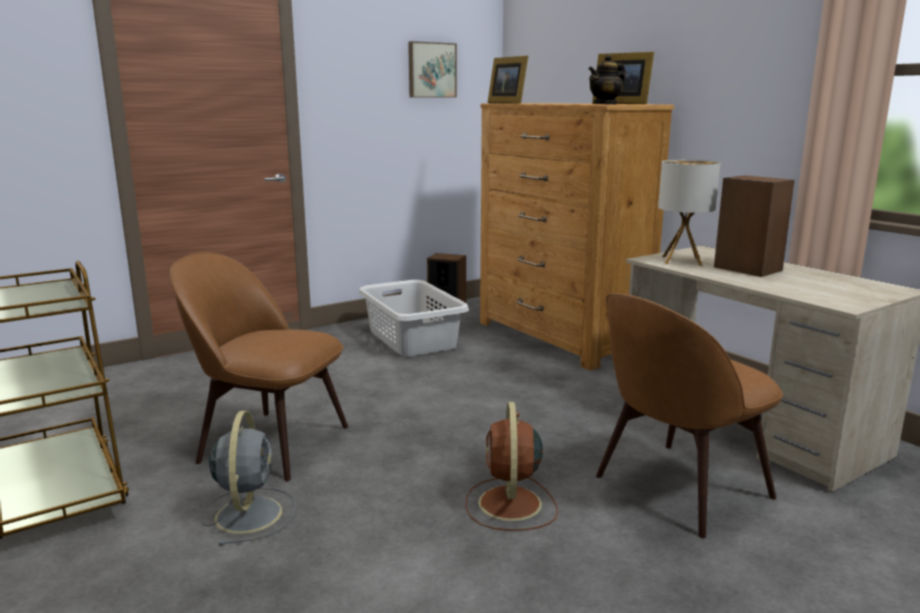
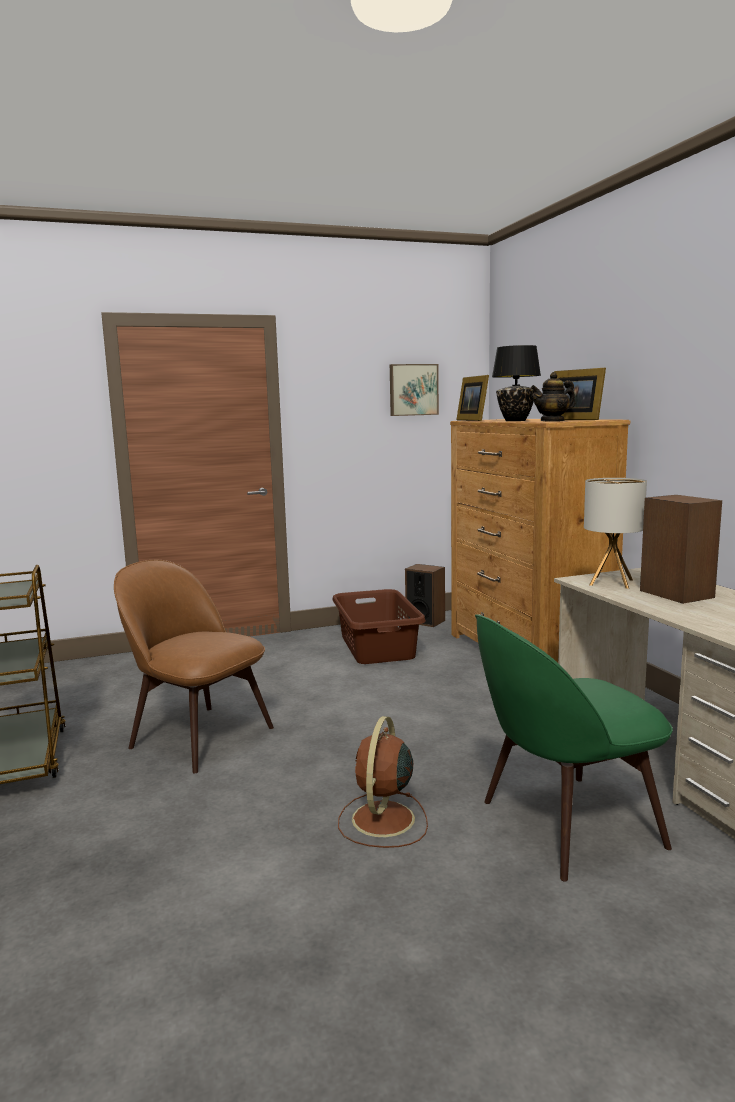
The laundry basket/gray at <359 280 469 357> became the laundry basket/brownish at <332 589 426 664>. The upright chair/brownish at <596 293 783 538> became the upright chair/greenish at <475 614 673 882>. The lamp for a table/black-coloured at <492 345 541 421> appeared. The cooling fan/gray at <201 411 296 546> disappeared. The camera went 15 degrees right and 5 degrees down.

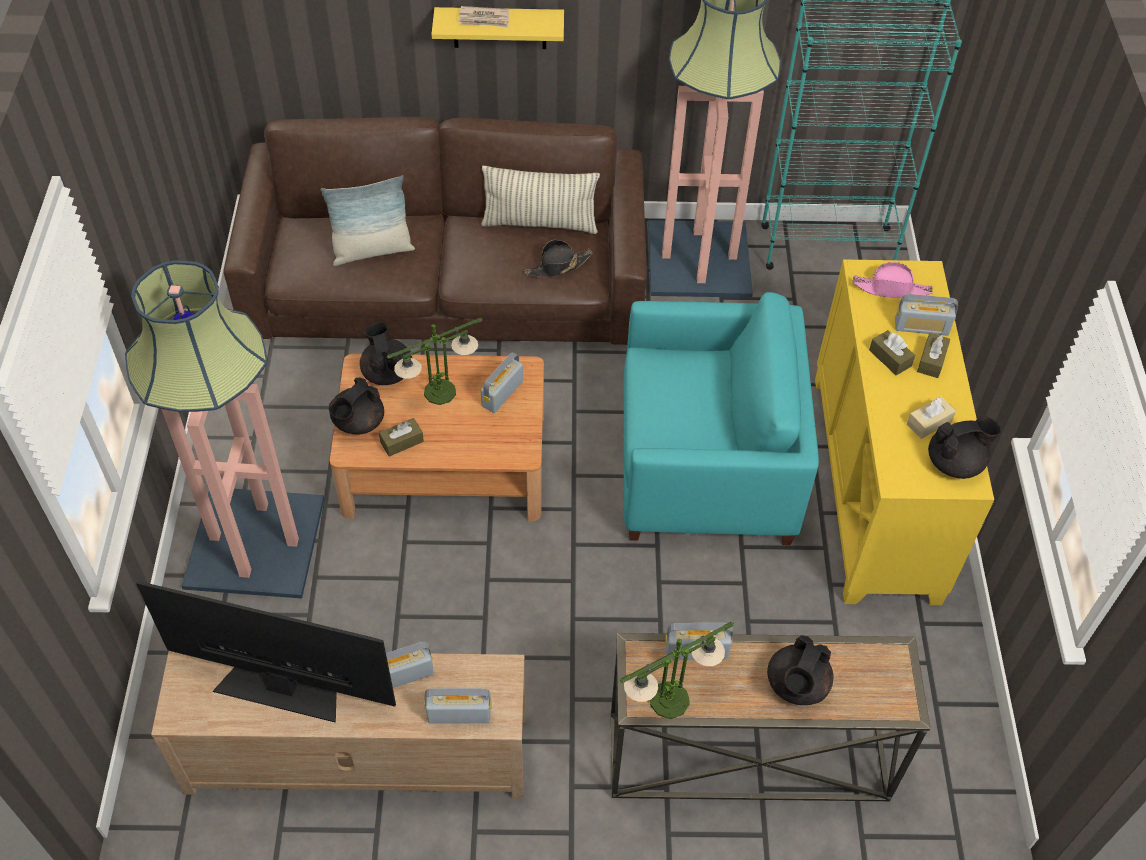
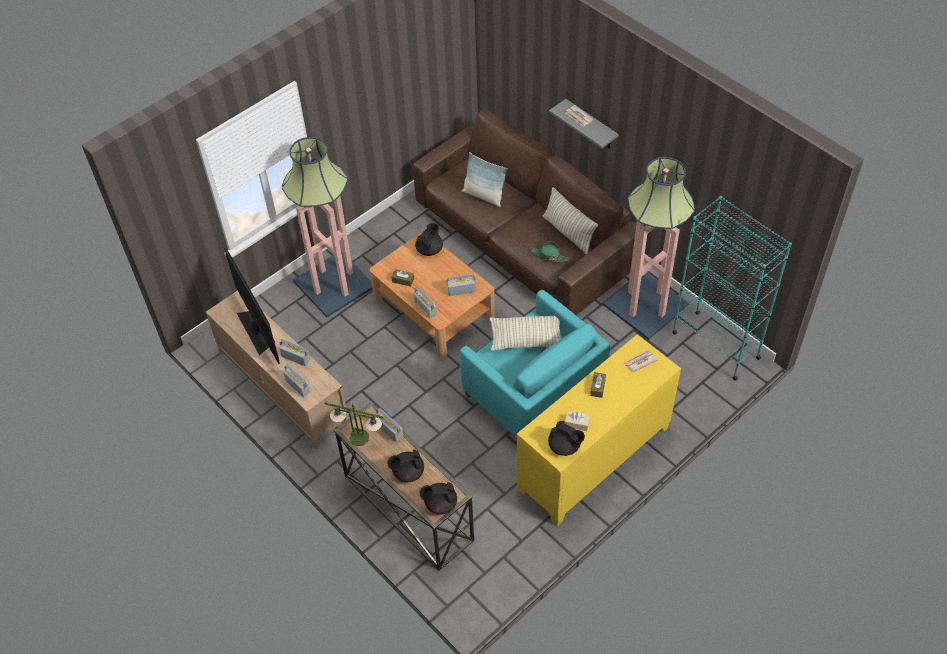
The radio moved from <895 294 958 335> to <413 287 437 319>. The tea pot/black-coloured moved from <329 378 384 434> to <420 482 457 515>. The pillow at <490 316 562 351> appeared. The hat/black-coloured at <524 240 593 277> became the hat/greenish at <530 241 569 263>. The wall shelf/yellow at <431 7 564 49> became the wall shelf/gray at <549 99 619 149>. The hat/pinkish at <853 262 933 298> was replaced by the daily paper at <624 350 658 372>. The lamp for a table at <386 318 483 405> disappeared. The tissue box/brownish at <917 333 950 378> disappeared. The camera went 50 degrees right and 0 degrees up.

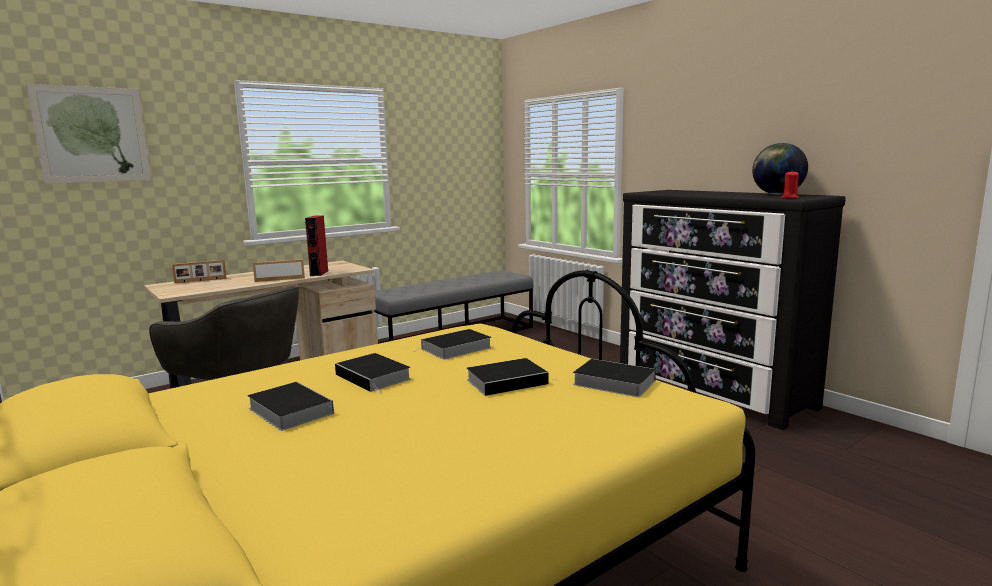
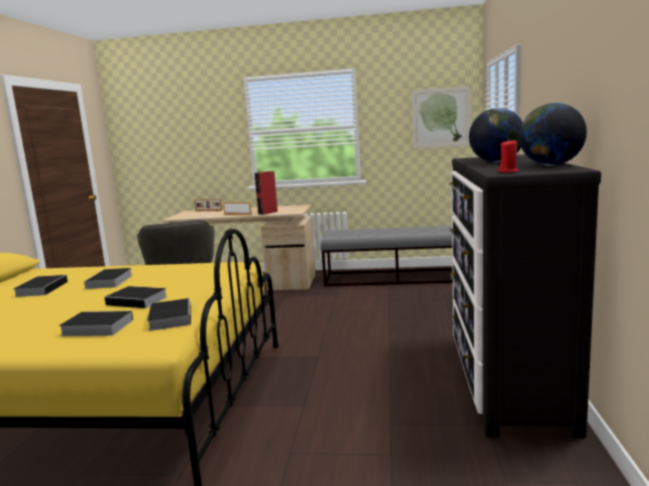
The book moved from <415 329 492 359> to <59 311 133 336>. The picture moved from <27 84 151 184> to <411 86 471 149>. The desk globe at <469 108 523 162> appeared. The camera went 45 degrees right and 0 degrees up.

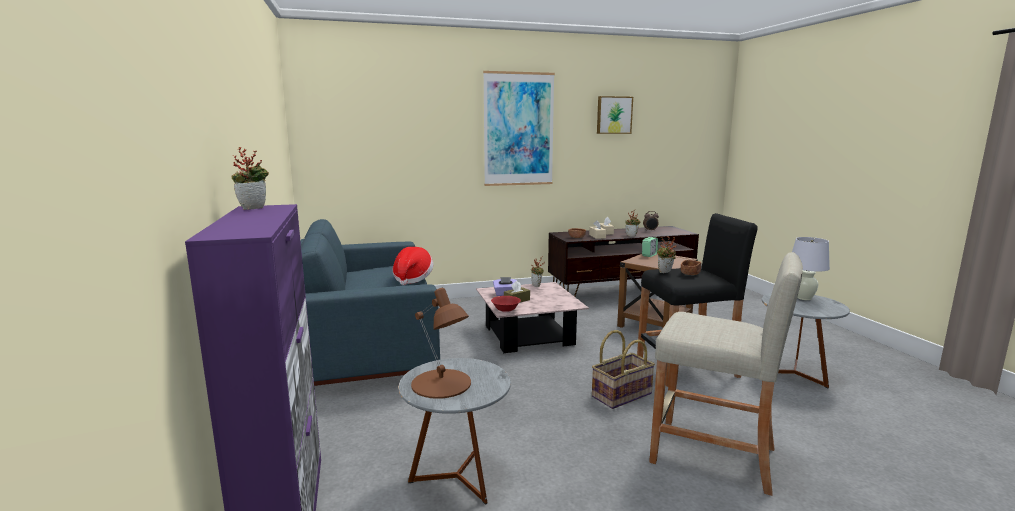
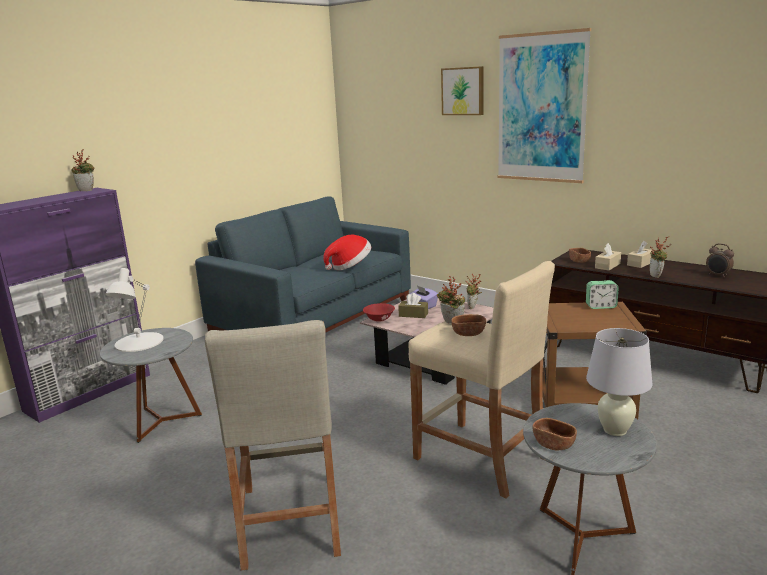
The lamp for a table/brownish at <411 288 471 399> became the lamp for a table/white-coloured at <105 268 164 352>. The sitting stool/black-coloured at <637 213 757 387> became the sitting stool/beige at <408 261 555 498>. The picture moved from <597 96 633 134> to <441 66 483 115>. The serving bowl/brownish at <532 418 577 451> appeared. The storage basket at <592 330 655 409> disappeared. The camera went 55 degrees right and 5 degrees up.

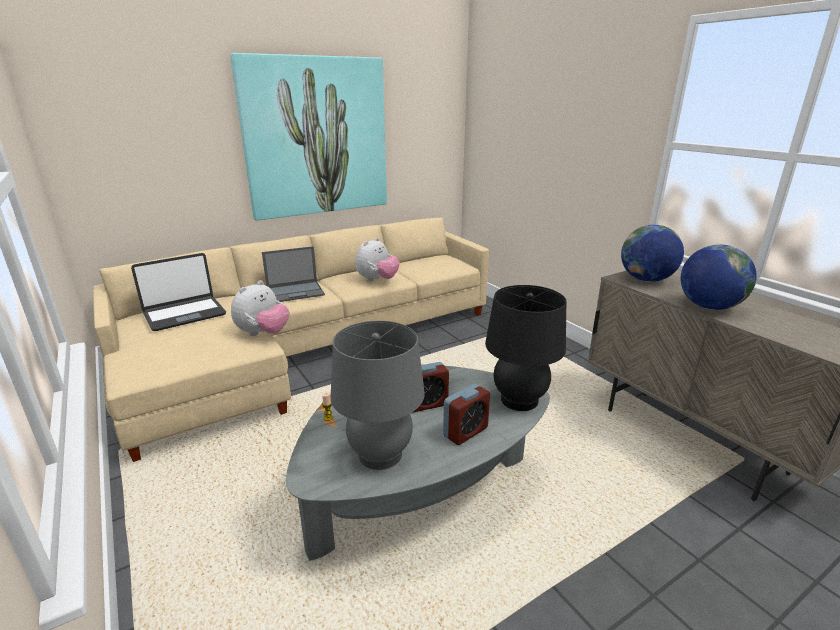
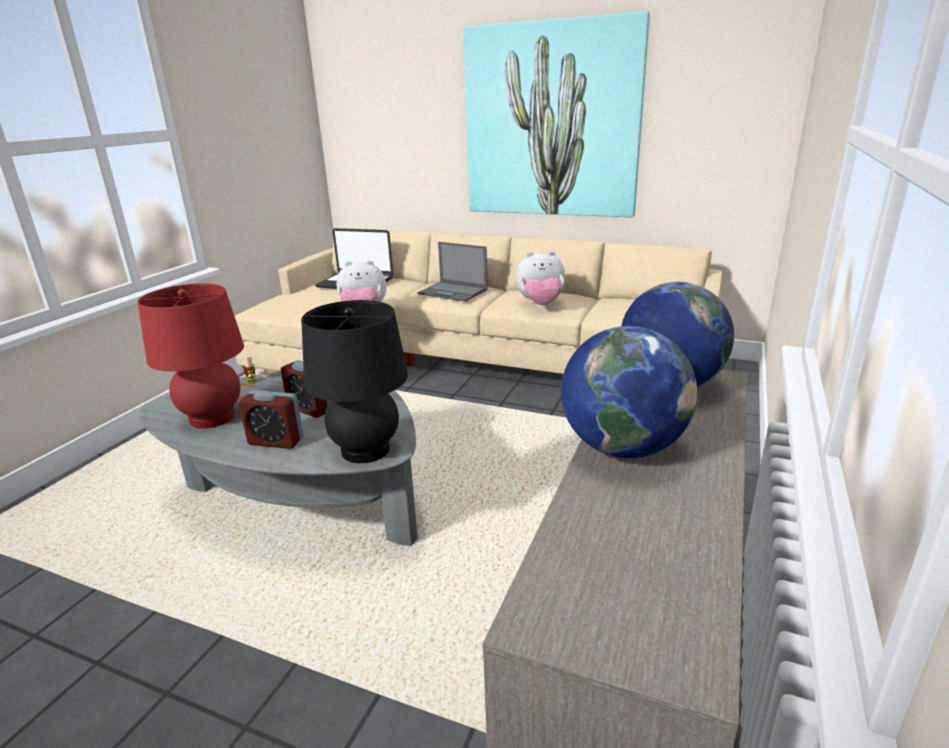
The lamp for a table/gray at <331 321 425 470> became the lamp for a table/reddish at <138 283 244 429>. The camera went 55 degrees right and 0 degrees up.

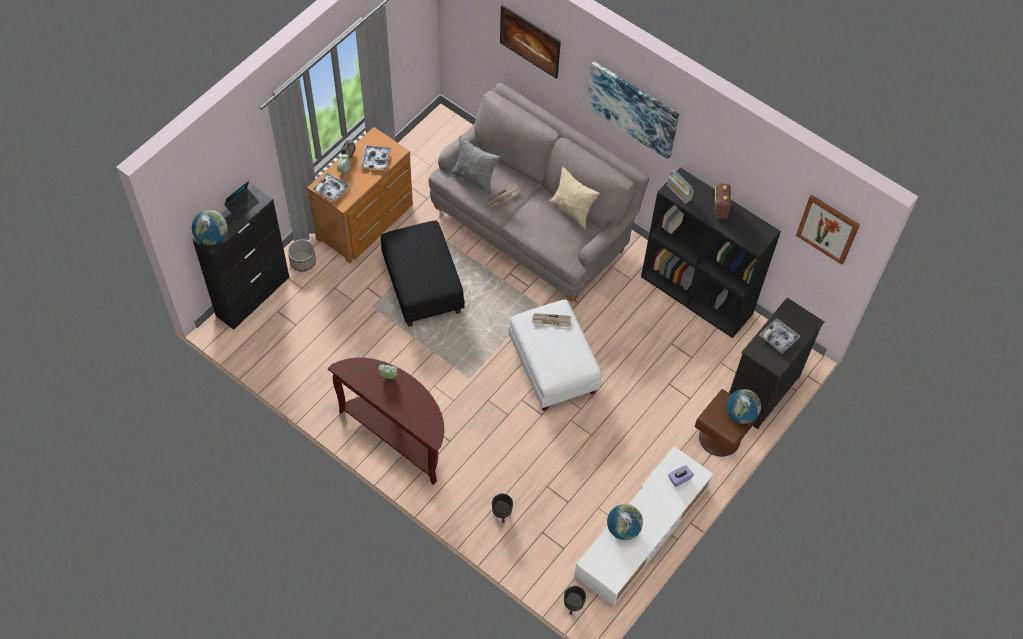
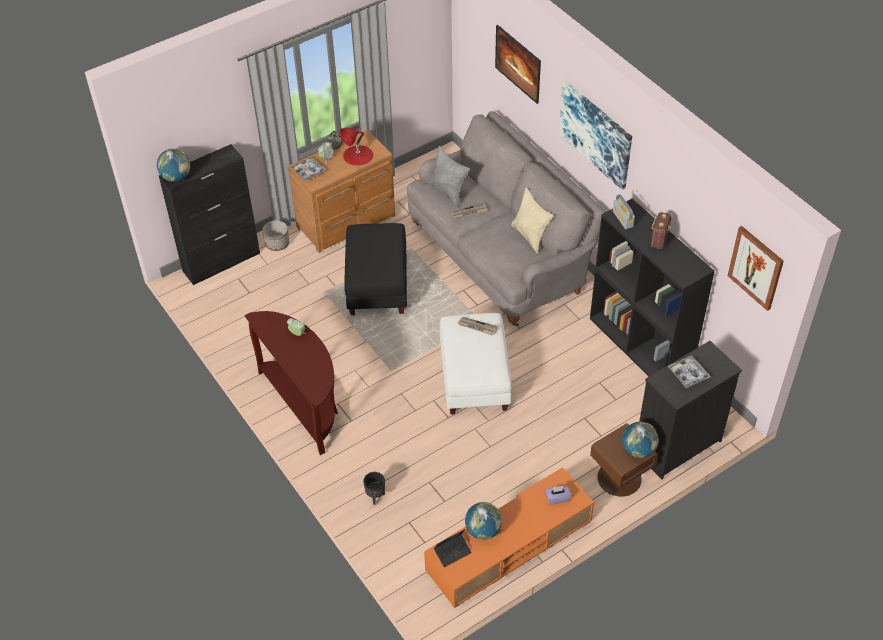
The tray at <360 145 391 170> was replaced by the lamp for a table/reddish at <340 128 373 166>. The tv stand/white-coloured at <574 446 713 606> became the tv stand/orange-coloured at <424 467 594 608>. The notebook computer moved from <225 181 260 219> to <434 529 472 567>. The flower pot/black-coloured at <564 586 586 615> disappeared. The camera went 20 degrees right and 10 degrees down.

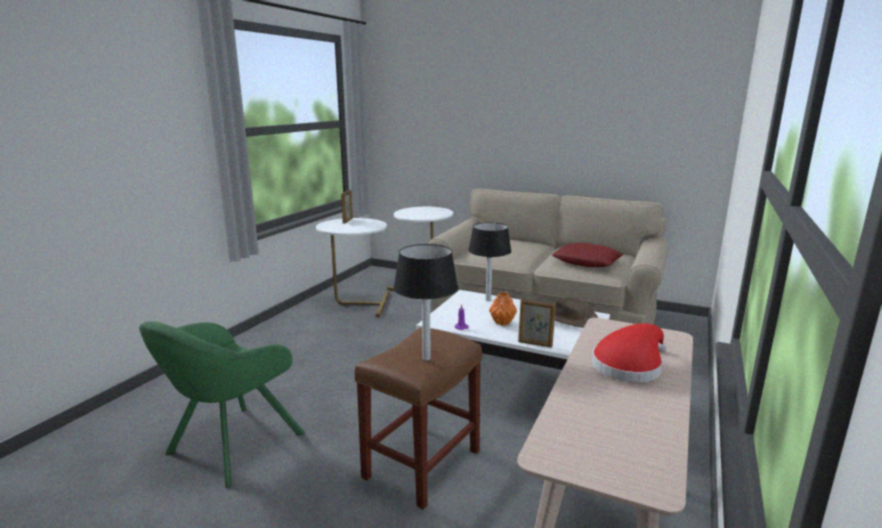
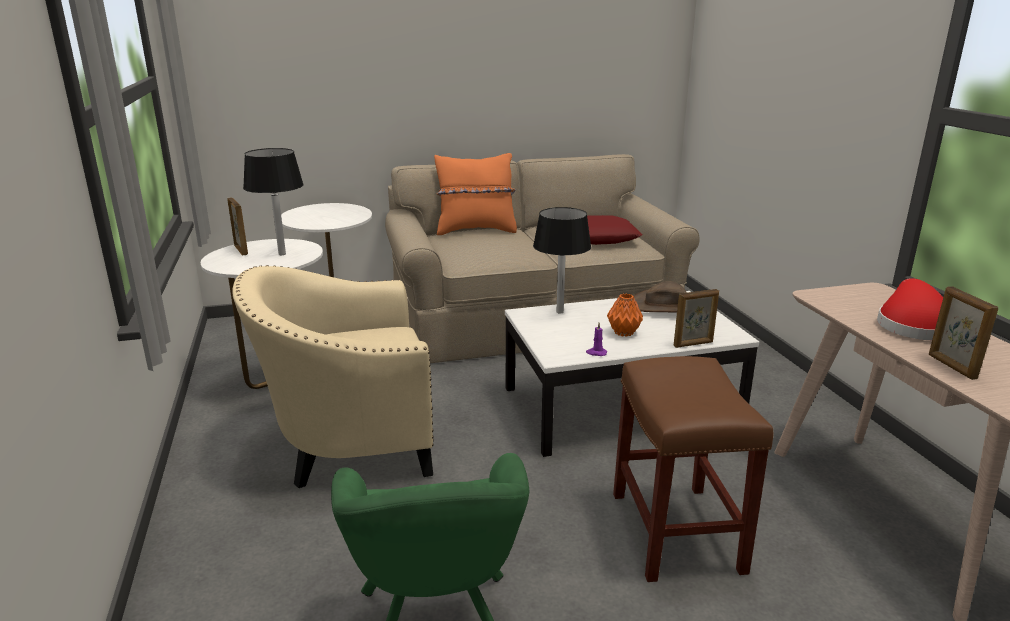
The armchair/beige at <232 265 434 488> appeared. The lamp for a table/black-coloured moved from <394 244 458 361> to <243 148 304 255>. The pillow/orange-coloured at <434 153 517 235> appeared. The standing frame at <928 286 999 380> appeared. The camera went 40 degrees left and 5 degrees up.

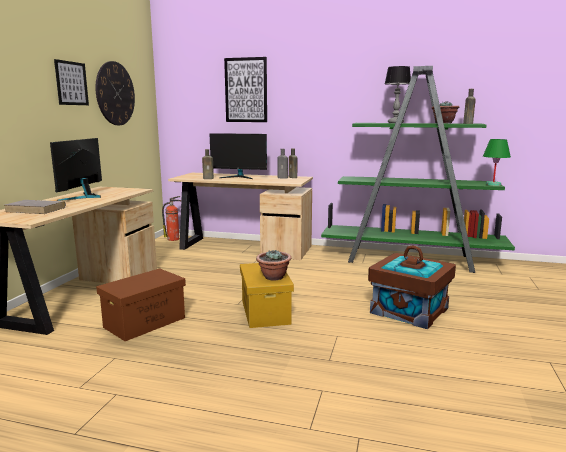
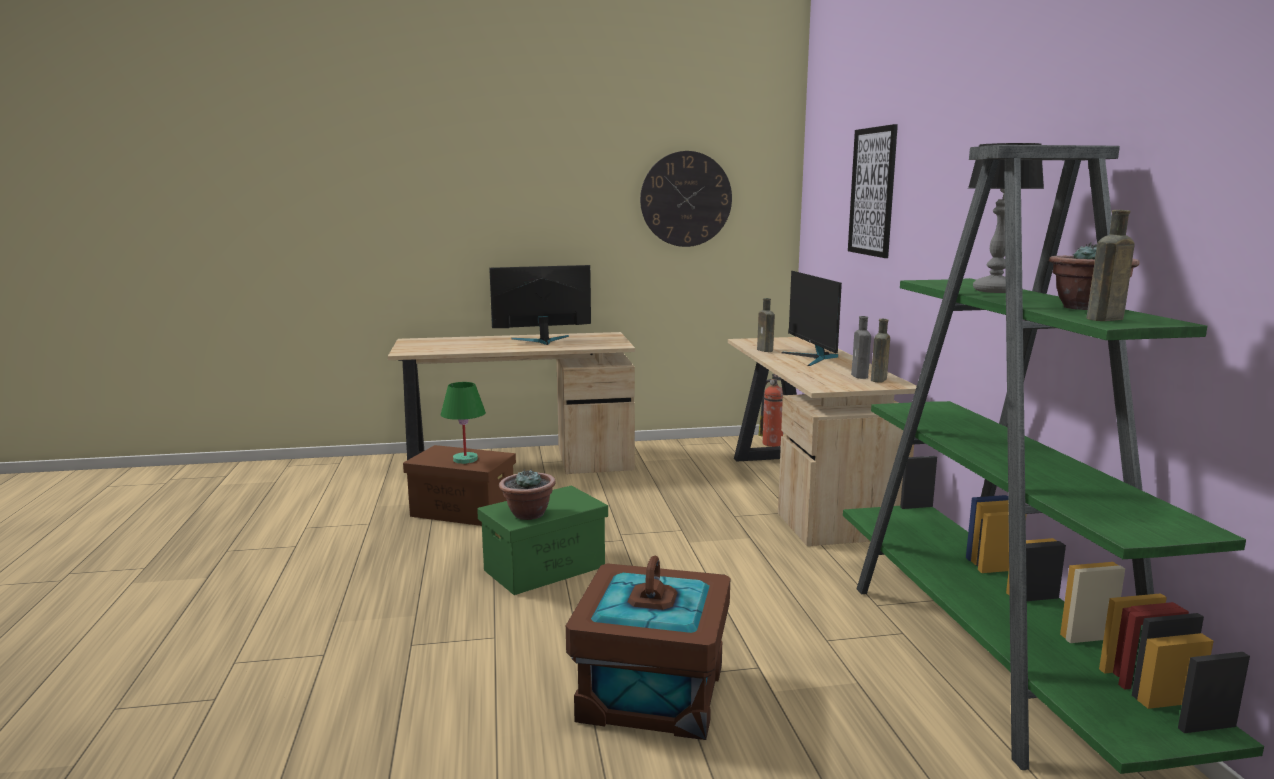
The lamp for a table/greenish moved from <483 139 511 186> to <441 382 486 464>. The storage container/yellow at <240 263 294 328> became the storage container/greenish at <477 485 608 595>. The book/gray at <5 200 66 214> disappeared. The picture at <54 59 89 105> disappeared. The camera went 65 degrees right and 0 degrees up.

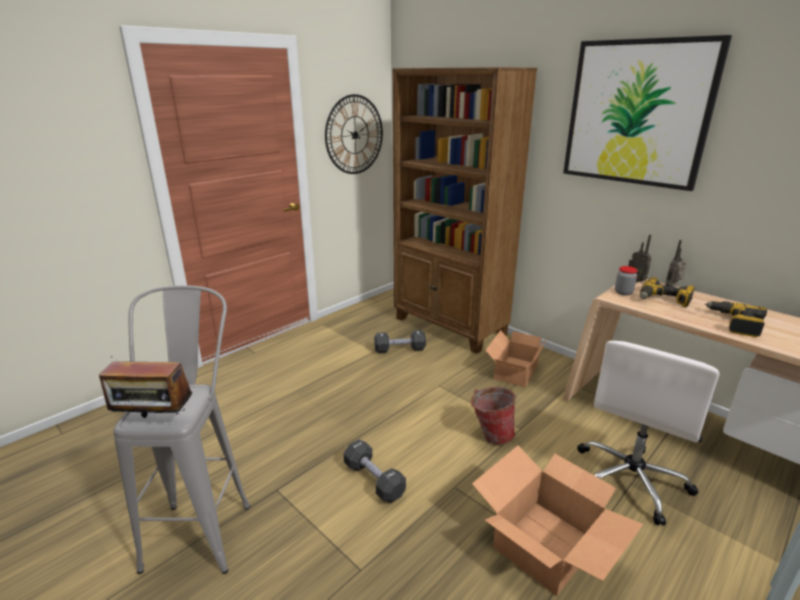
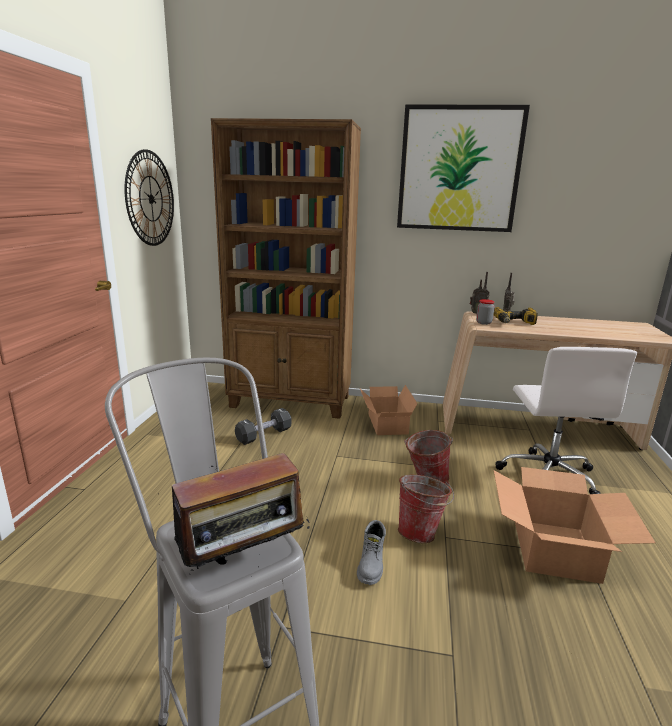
The hand weight/black-coloured at <344 439 406 503> was replaced by the boot/gray at <357 520 386 585>. The bucket at <398 475 454 543> appeared. The drill at <705 301 767 337> disappeared. The camera went 35 degrees left and 5 degrees down.

